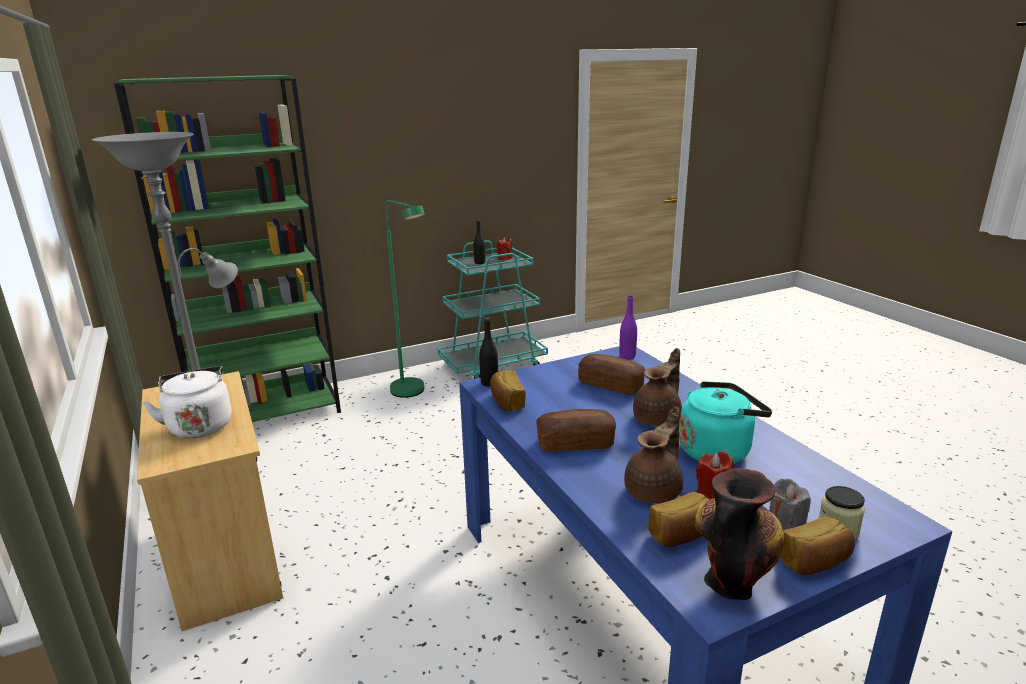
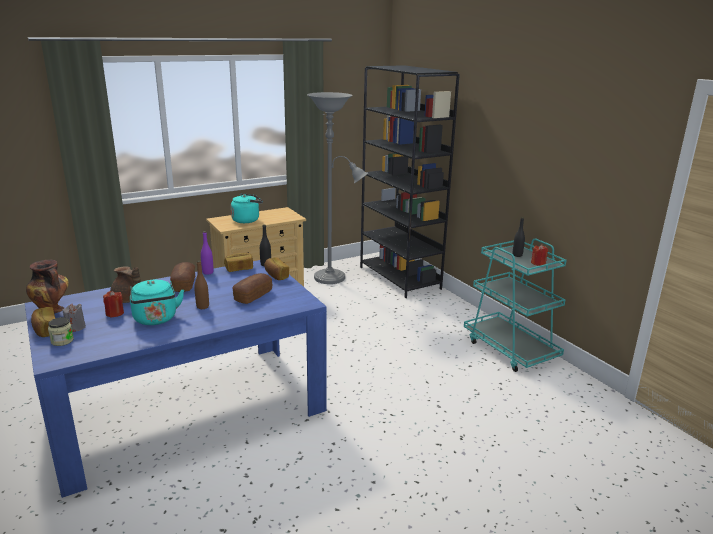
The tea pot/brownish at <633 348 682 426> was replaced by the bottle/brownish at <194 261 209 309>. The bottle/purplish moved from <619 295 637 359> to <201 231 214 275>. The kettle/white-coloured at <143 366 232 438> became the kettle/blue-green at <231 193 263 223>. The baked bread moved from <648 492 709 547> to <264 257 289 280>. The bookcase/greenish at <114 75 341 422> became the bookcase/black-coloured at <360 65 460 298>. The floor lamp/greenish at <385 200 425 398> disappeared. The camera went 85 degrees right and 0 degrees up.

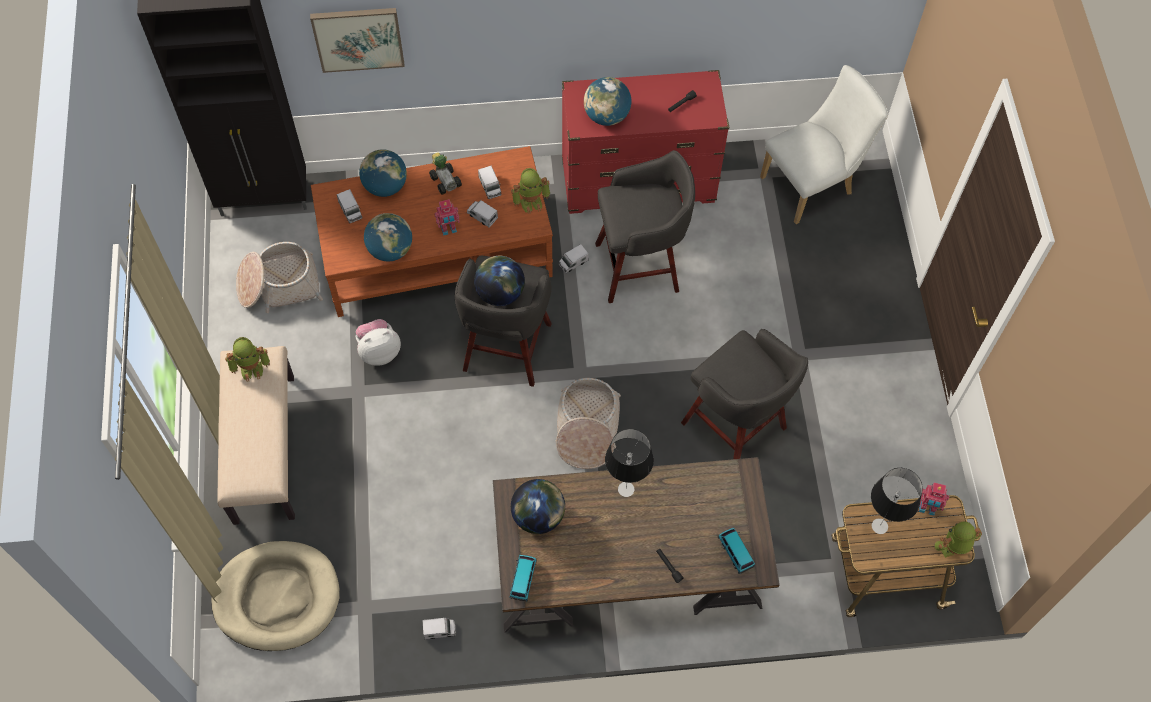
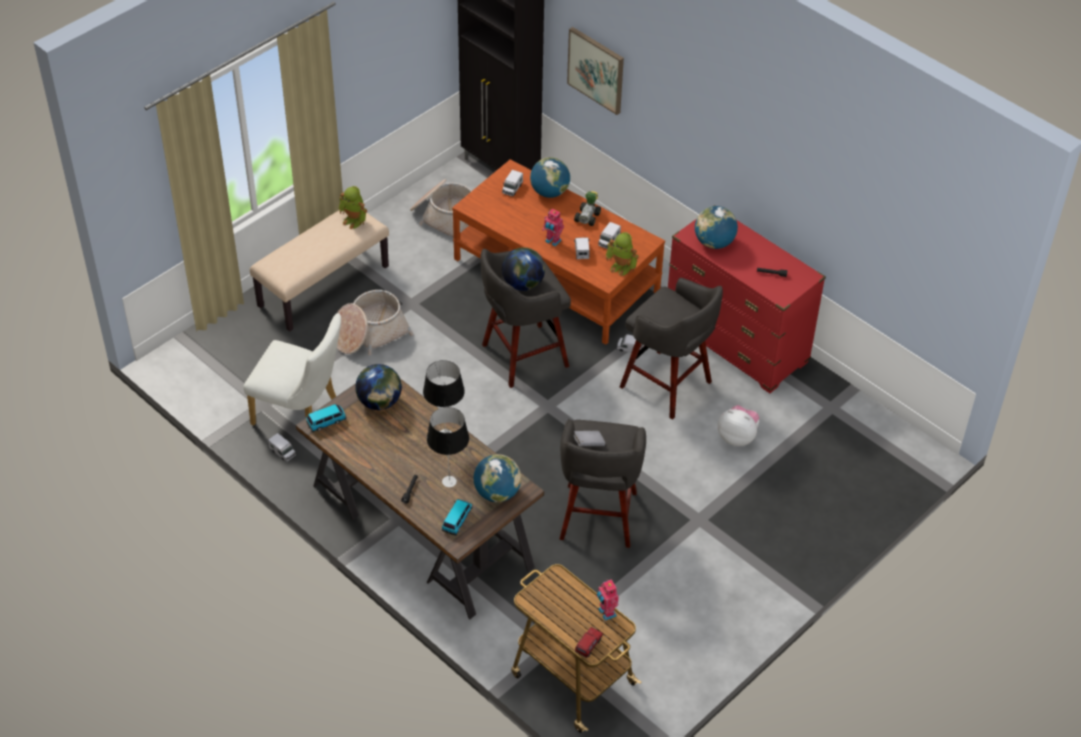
The upright chair/white-coloured moved from <760 65 888 224> to <243 313 341 425>. The storage basket moved from <555 378 621 469> to <337 290 413 355>. The lamp for a table moved from <871 468 923 534> to <427 407 469 487>. The desk globe moved from <364 213 412 262> to <474 454 521 502>. The book/gray at <573 431 605 446> appeared. The toy robot at <934 521 982 558> was replaced by the model truck at <575 627 603 658>. The soft toy moved from <356 319 401 366> to <718 405 759 446>. The pet bed/beige at <212 541 340 651> disappeared. The camera went 50 degrees right and 15 degrees down.

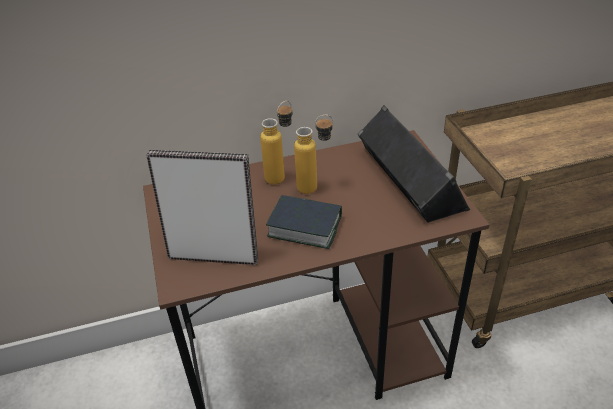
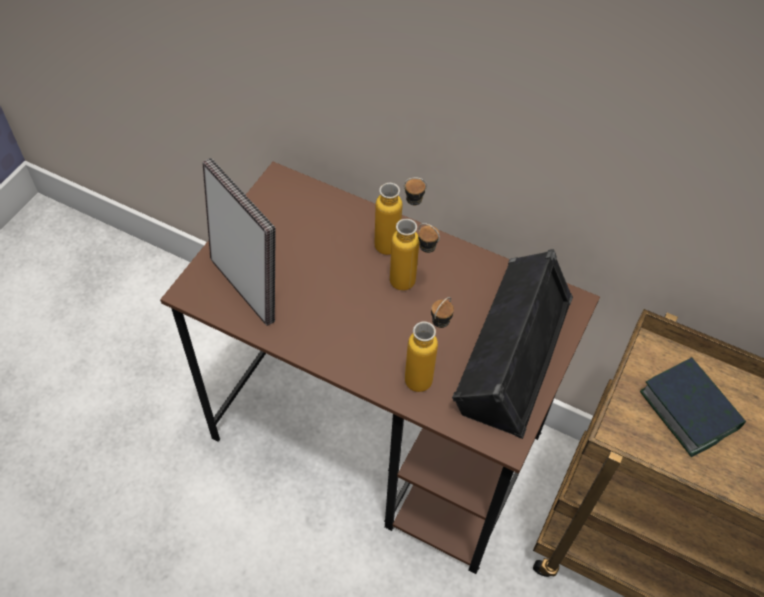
The bottle at <405 297 454 392> appeared. The book moved from <266 195 342 249> to <640 357 746 457>. The camera went 40 degrees right and 15 degrees up.

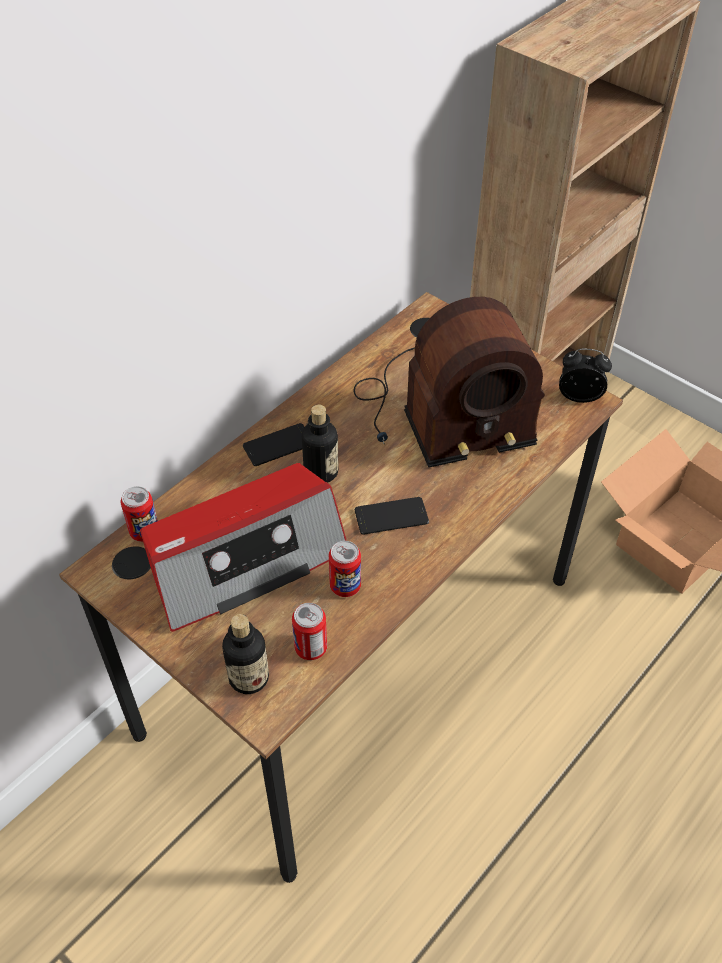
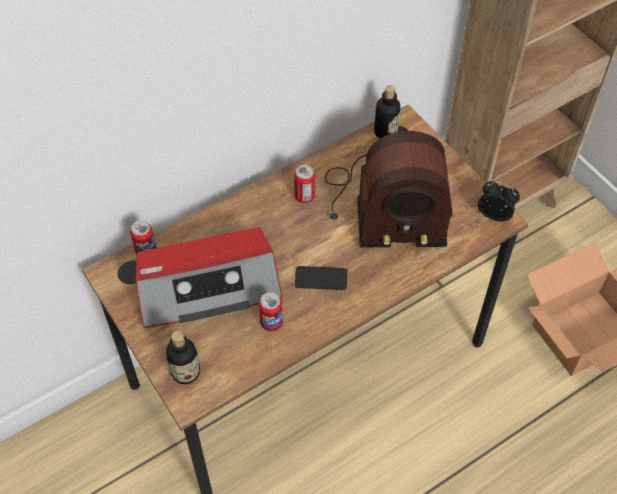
The metal can moved from <292 603 327 660> to <294 165 315 203>. The bottle moved from <302 405 339 483> to <374 85 401 138>. The phone at <243 423 304 466> disappeared. The camera went 15 degrees right and 5 degrees up.

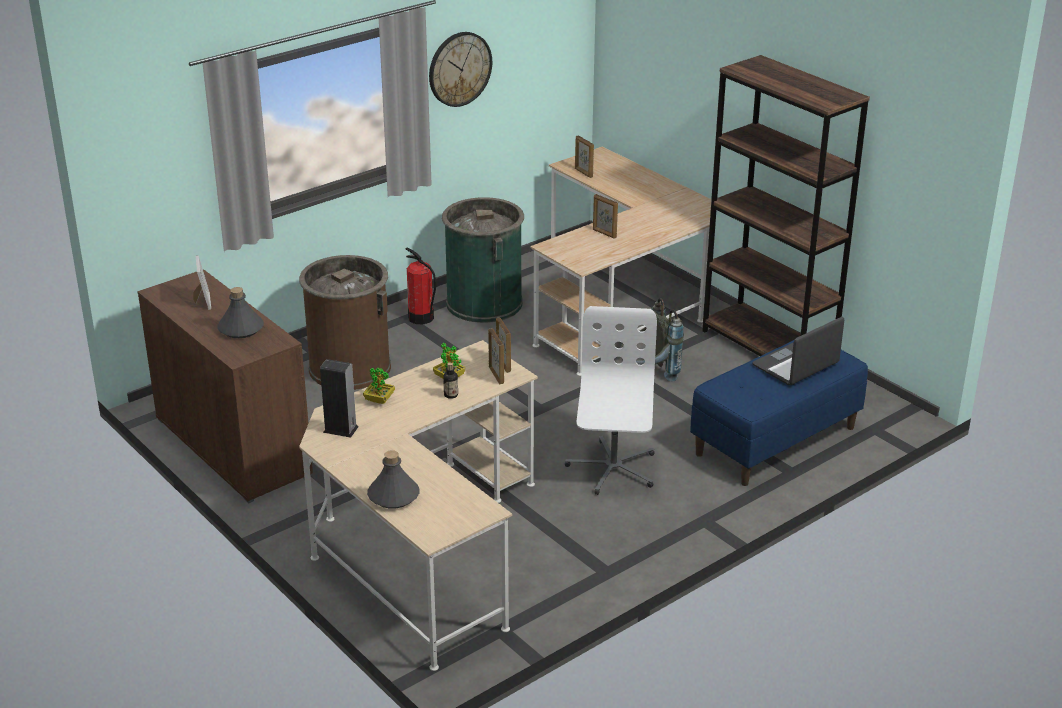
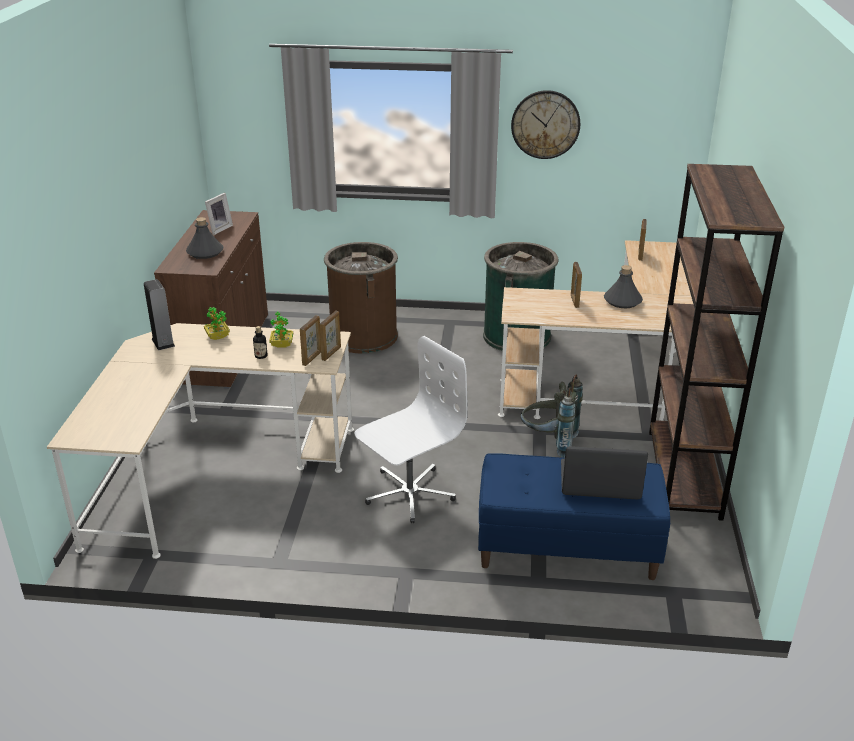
The bottle/gray moved from <367 450 420 509> to <604 265 643 308>. The fire extinguisher at <406 248 436 324> disappeared. The camera went 45 degrees right and 0 degrees up.

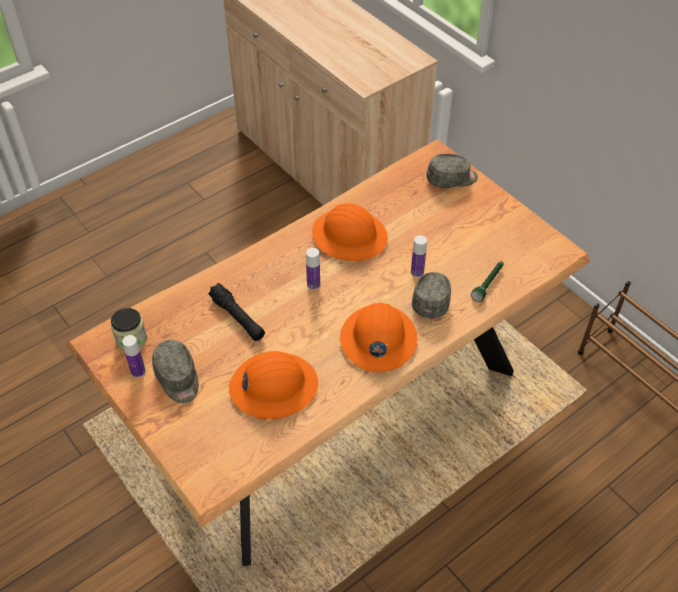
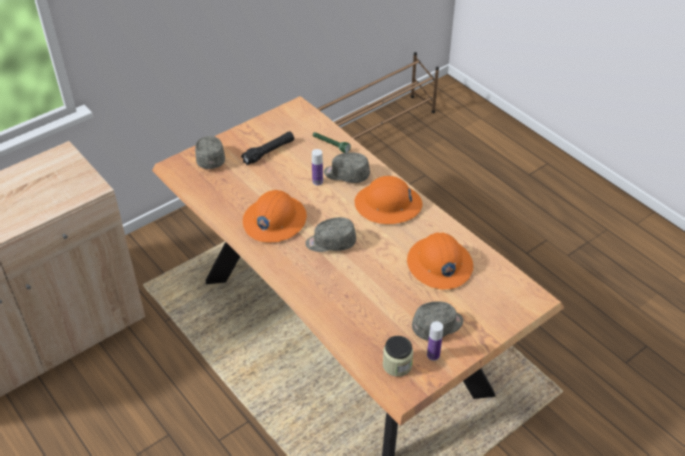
The hand torch/black-coloured moved from <208 283 265 341> to <241 131 294 165>. The bottle at <306 248 320 290> was replaced by the peaked cap/gray at <305 217 356 252>. The camera went 90 degrees left and 5 degrees down.

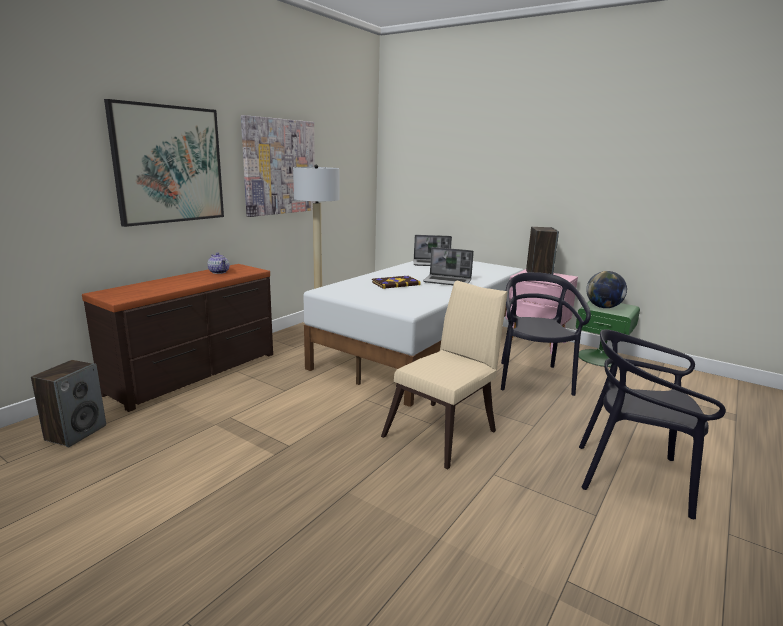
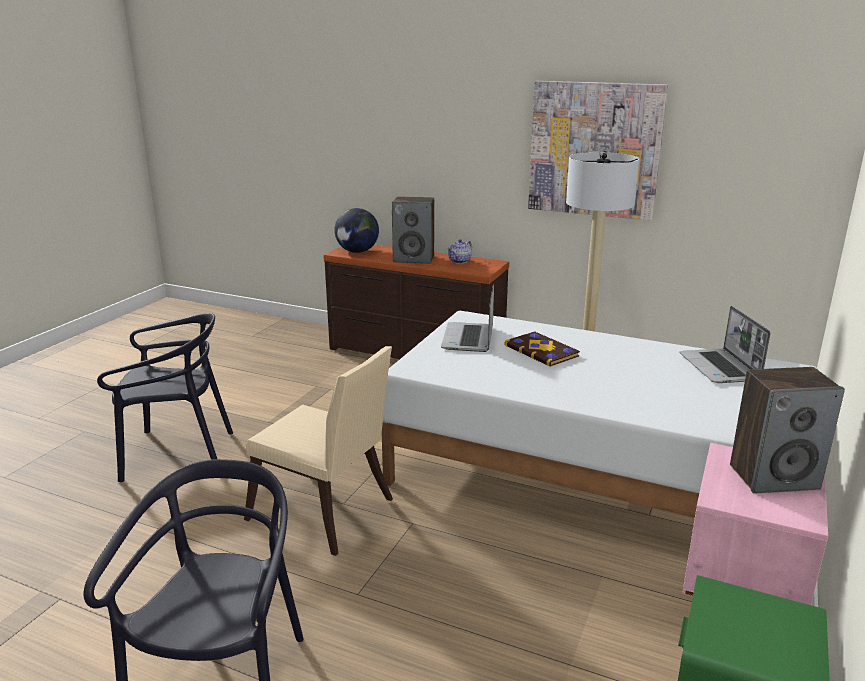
The upright chair/black-coloured moved from <501 272 591 396> to <97 313 233 482>. The desk globe moved from <586 271 627 308> to <334 208 379 253>. The loudspeaker moved from <31 360 106 447> to <392 196 434 264>. The notebook computer moved from <423 247 474 285> to <441 284 494 352>. The picture at <104 99 224 227> disappeared. The camera went 80 degrees right and 5 degrees up.

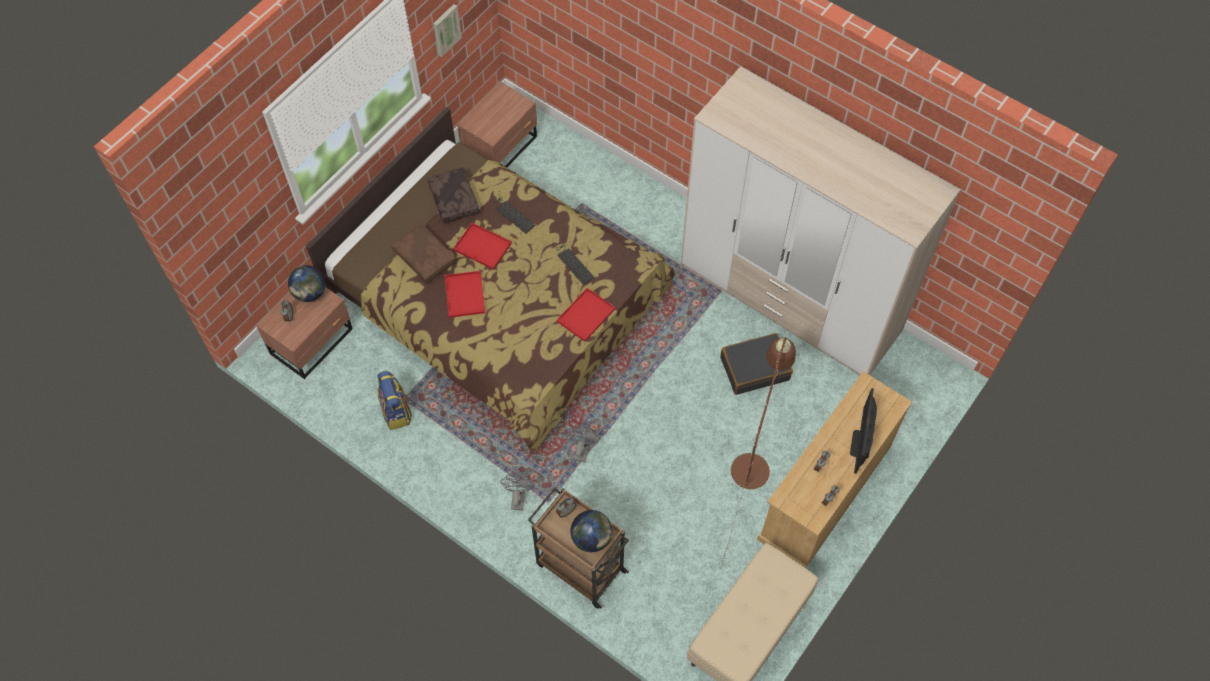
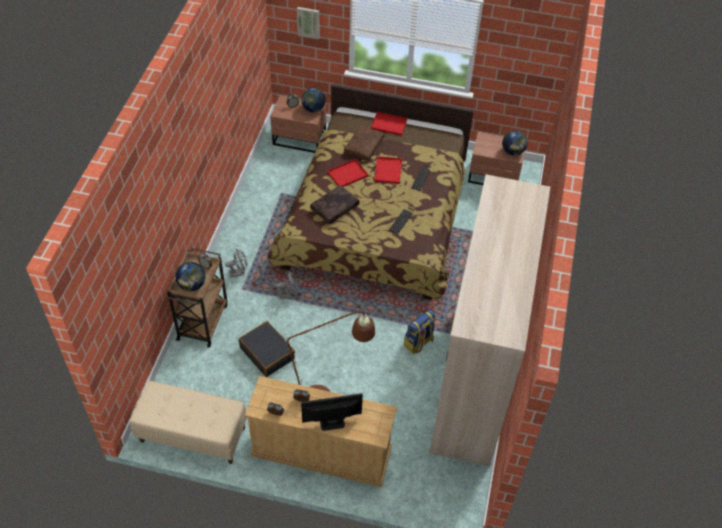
The suitcase/black-coloured moved from <720 333 793 395> to <239 321 295 377>. The picture moved from <433 4 462 57> to <297 7 320 39>. The pillow/brownish moved from <427 167 480 224> to <310 185 360 224>. The tray/reddish moved from <557 288 615 342> to <371 112 407 136>. The knapsack moved from <377 371 412 430> to <404 309 436 354>. The desk globe at <502 130 528 156> appeared. The camera went 65 degrees right and 10 degrees down.

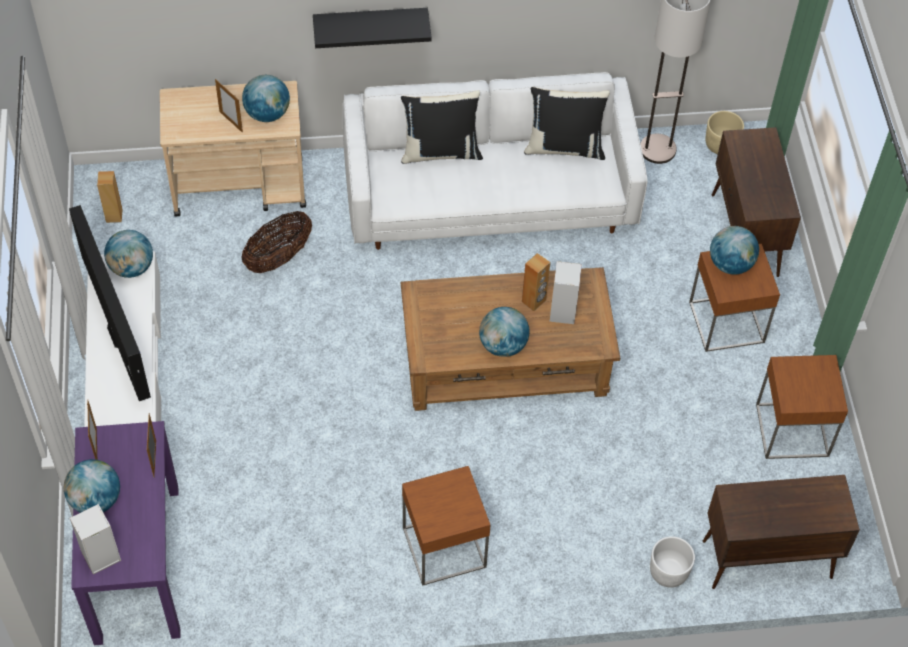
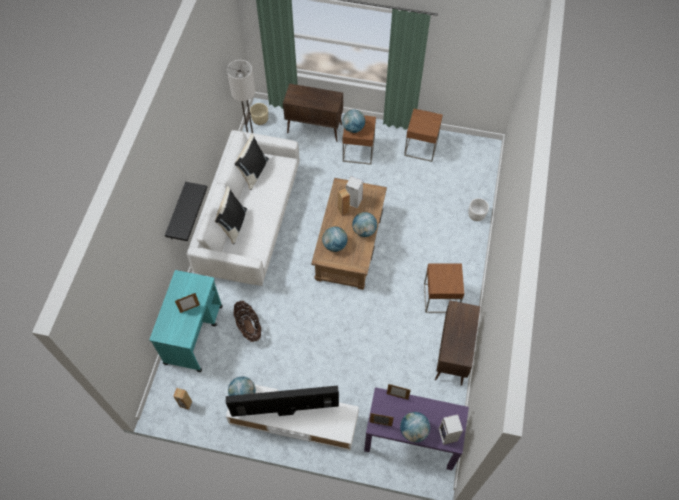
The trolley/beige at <160 81 306 216> became the trolley/blue-green at <149 270 223 372>. The desk globe moved from <242 75 290 122> to <322 227 348 252>. The cupboard/brownish moved from <703 475 860 589> to <435 300 481 386>. The camera went 70 degrees left and 5 degrees up.

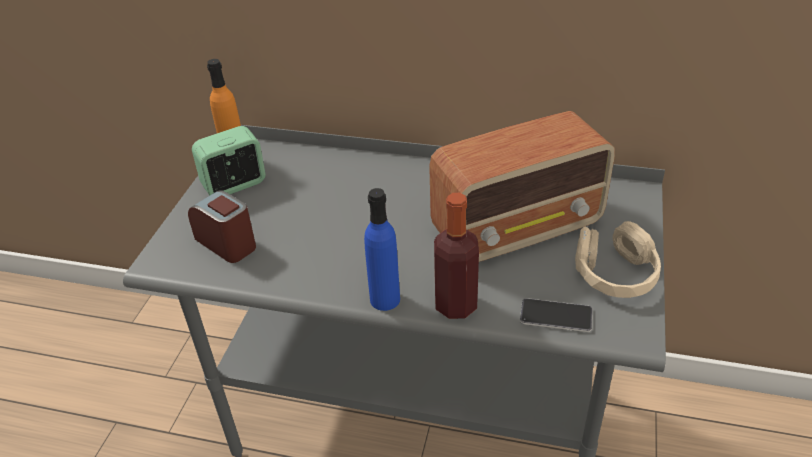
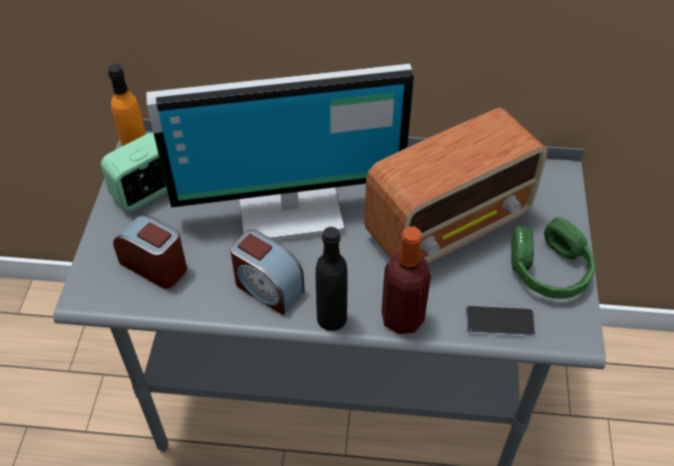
The computer display at <146 64 414 242> appeared. The alarm clock at <230 229 305 315> appeared. The bottle/blue at <364 188 400 311> became the bottle/black-coloured at <316 227 348 331>. The headset/beige at <575 221 661 298> became the headset/greenish at <511 217 595 299>. The camera went 10 degrees left and 10 degrees up.

